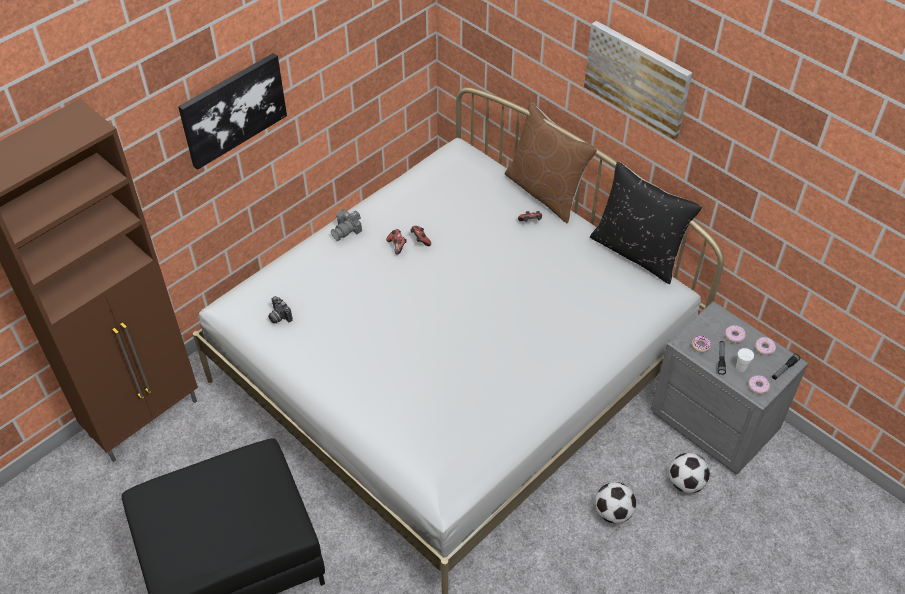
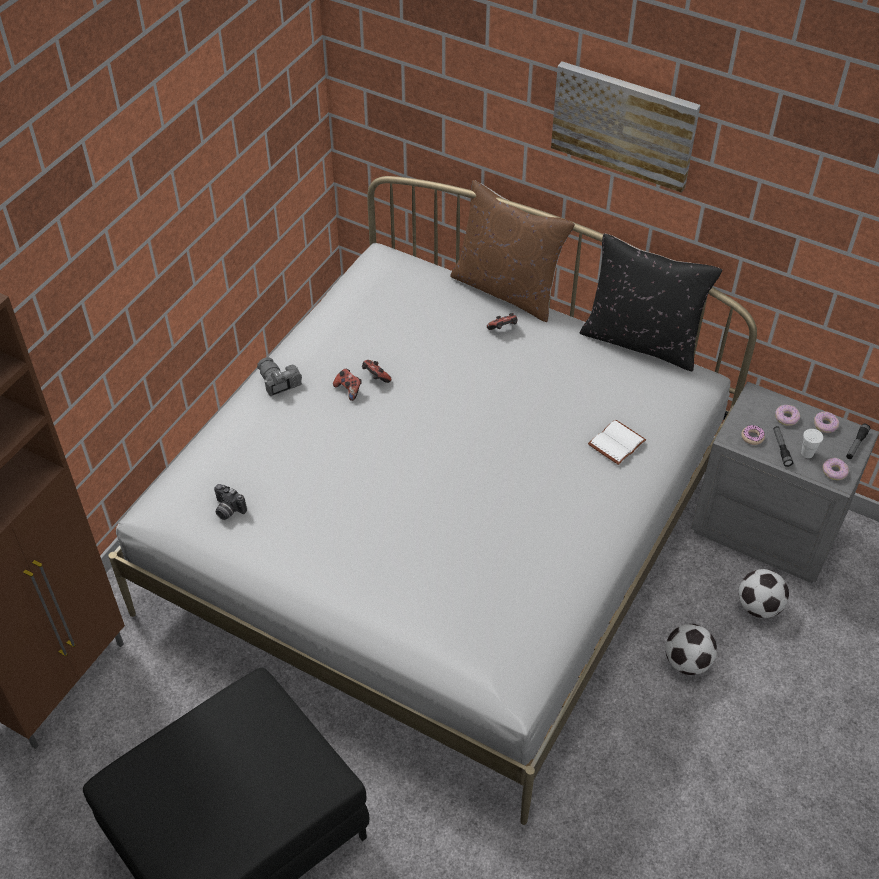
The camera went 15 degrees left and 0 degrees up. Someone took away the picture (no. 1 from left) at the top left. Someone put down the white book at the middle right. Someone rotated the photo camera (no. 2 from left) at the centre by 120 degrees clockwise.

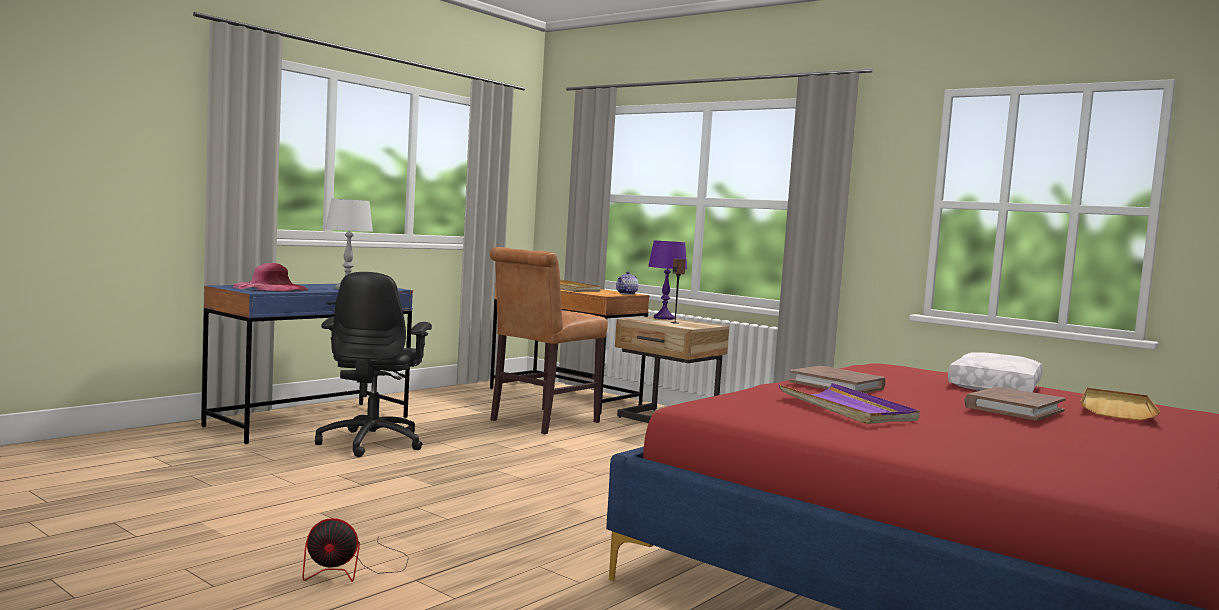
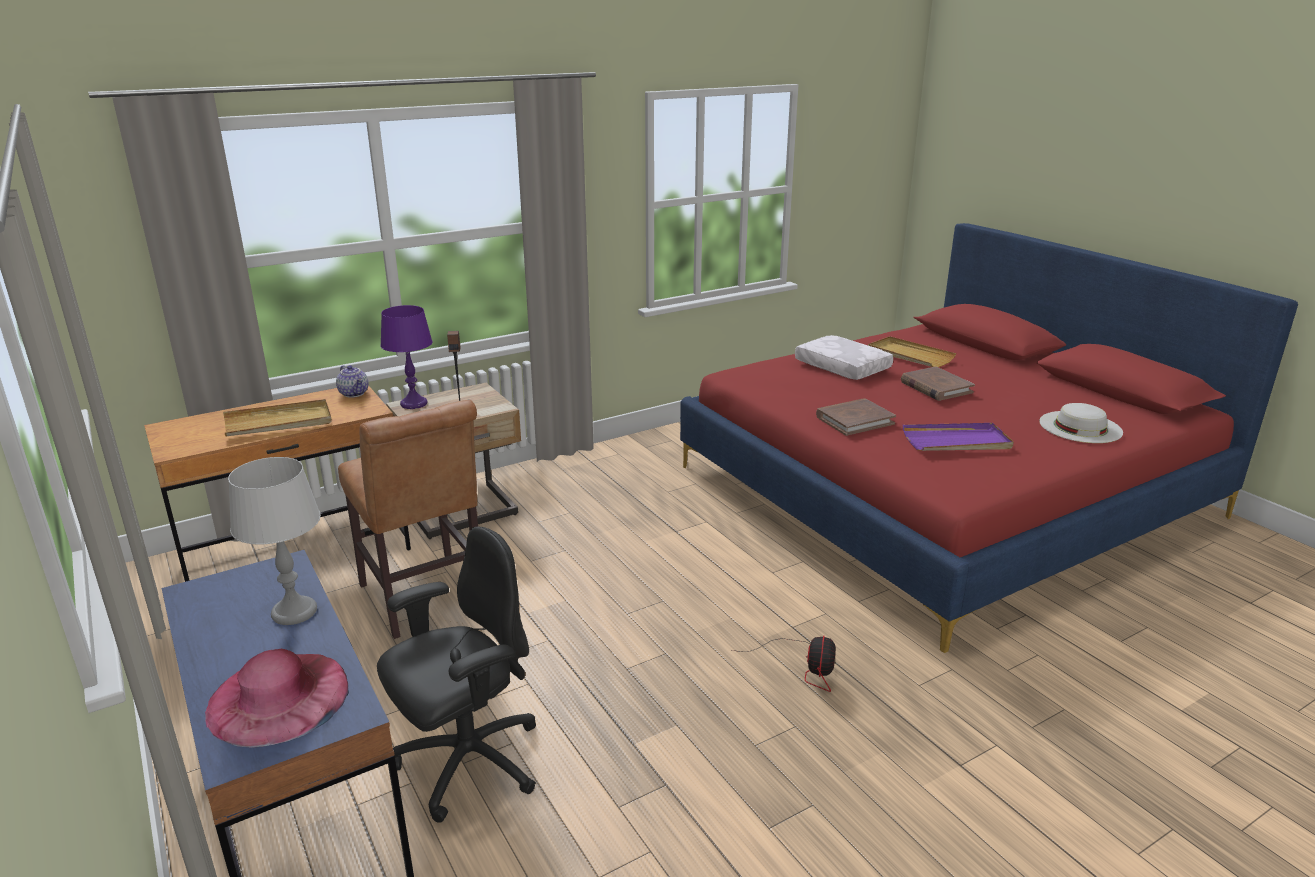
The camera went 70 degrees left and 20 degrees up. Someone put down the white hat at the middle right. Someone carried the fan from the bottom left to the bottom centre. Someone rotated the black office chair at the middle left by 60 degrees counterclockwise.

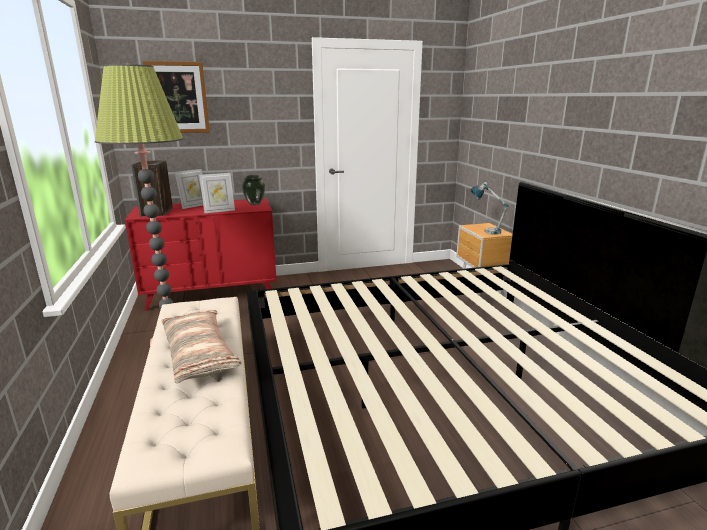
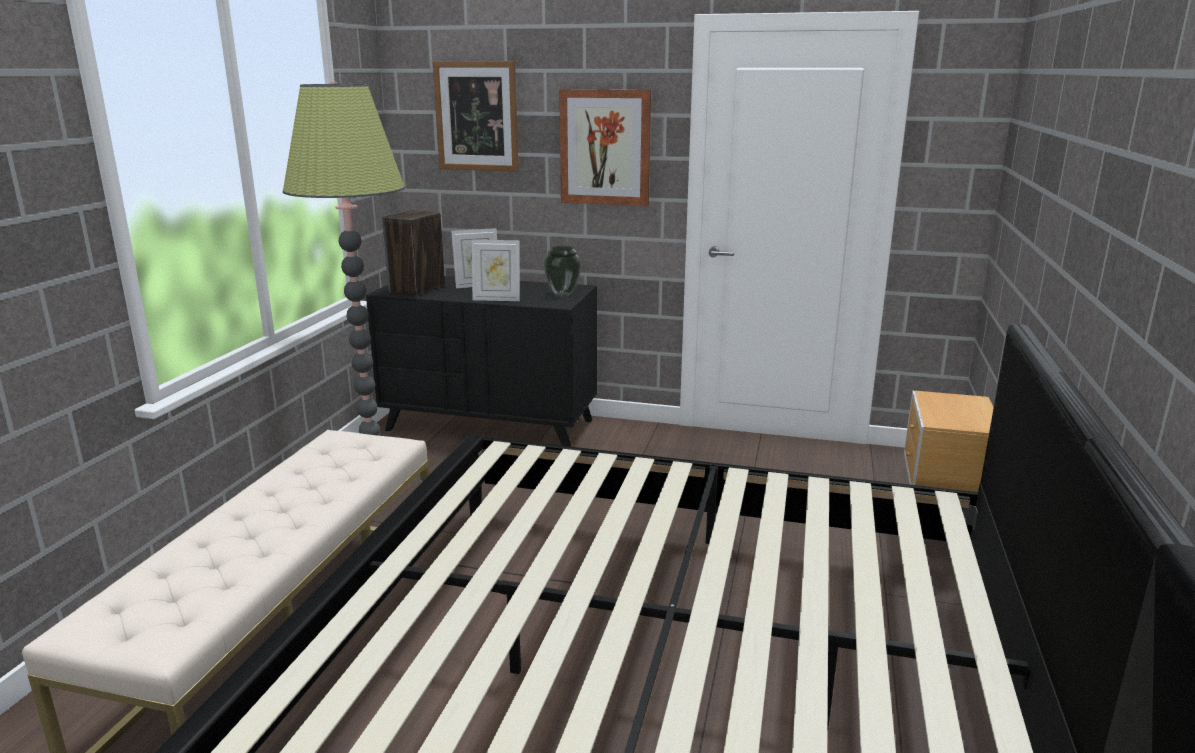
The camera went 30 degrees right and 0 degrees up. Someone took away the pillow at the middle left. Someone took away the table lamp at the middle right. Someone put up the picture (no. 2 from left) at the top centre. Someone repainted the red dresser at the middle left, which became the black dresser at the centre.

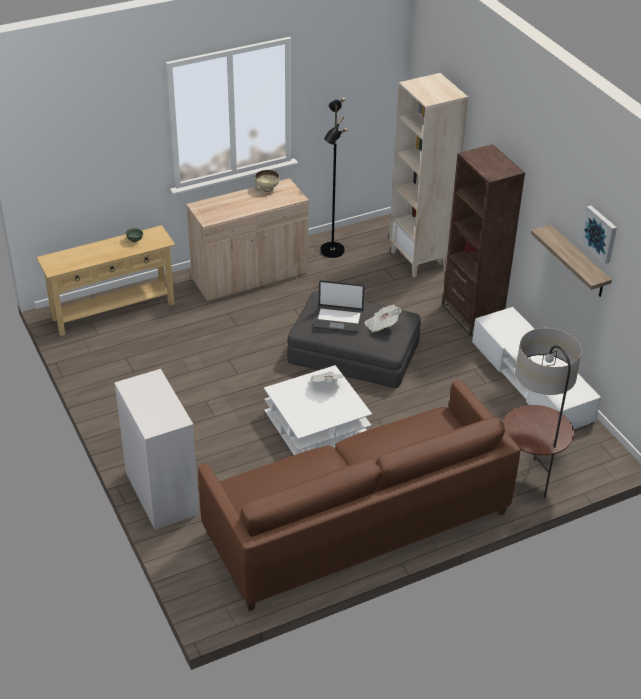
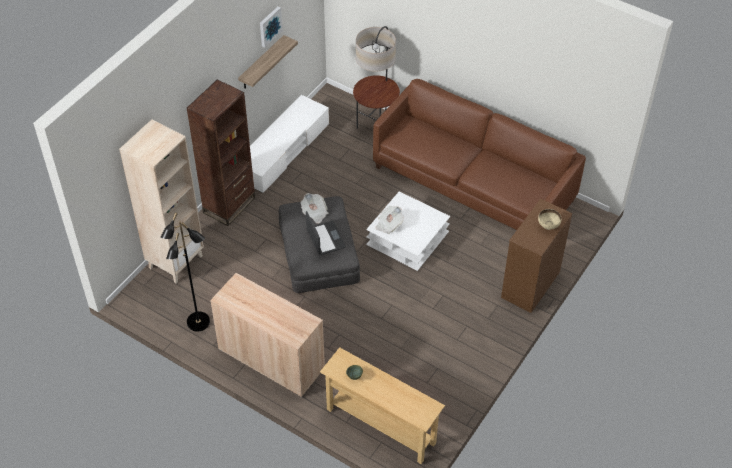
The camera went 120 degrees left and 10 degrees up. Someone carried the beige bowl from the top centre to the middle right. Someone repainted the white dresser at the middle left, which became the brown dresser at the middle right.

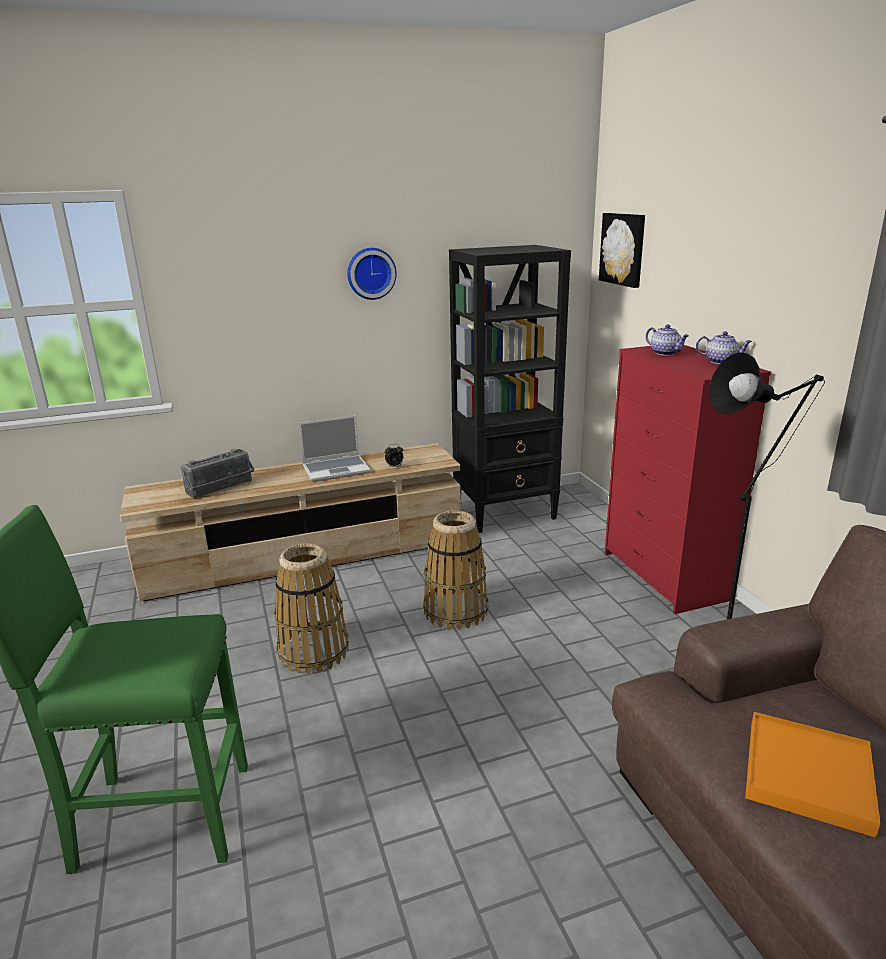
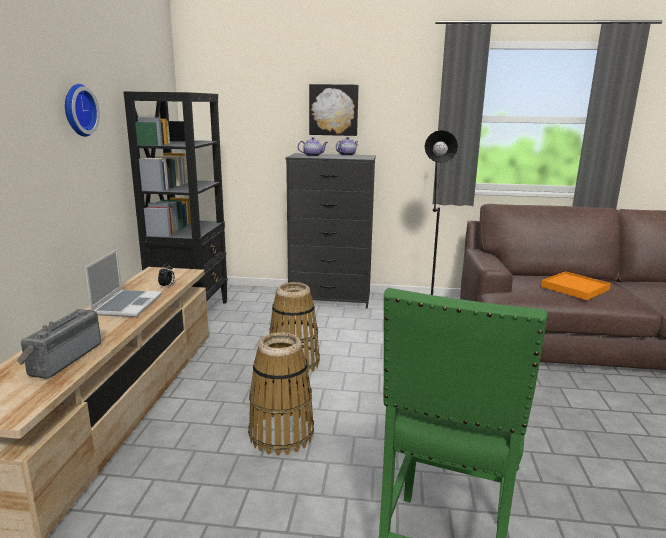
The camera went 65 degrees left and 5 degrees down. Someone carried the picture from the top right to the top centre. Someone repainted the red dresser at the middle right, which became the black dresser at the centre. Someone rotated the radio at the middle left by 150 degrees counterclockwise.

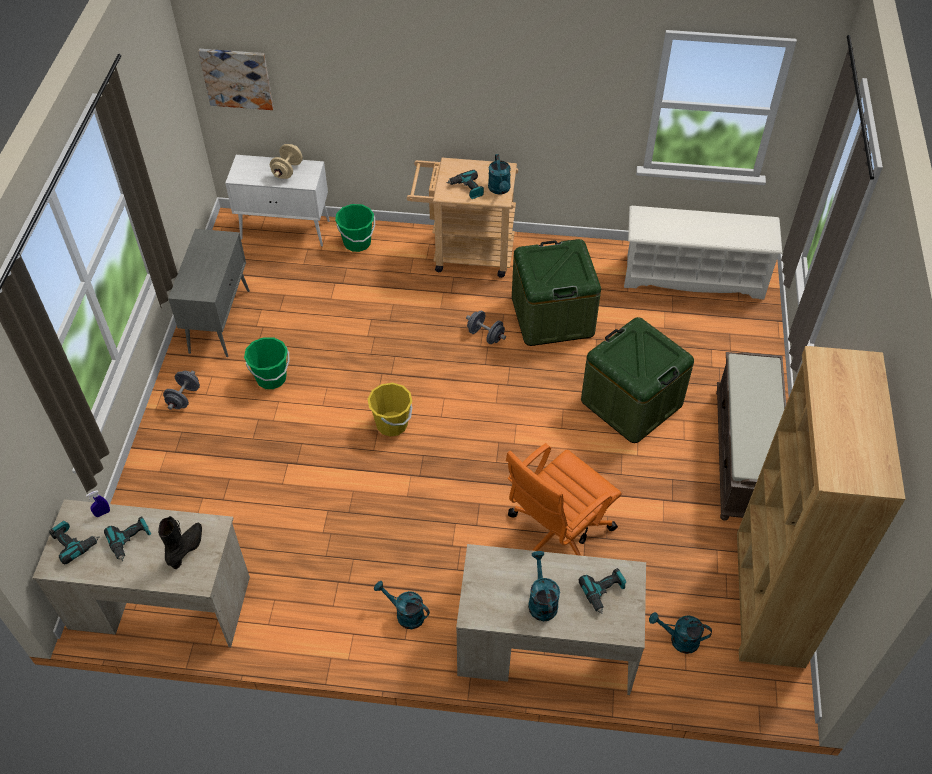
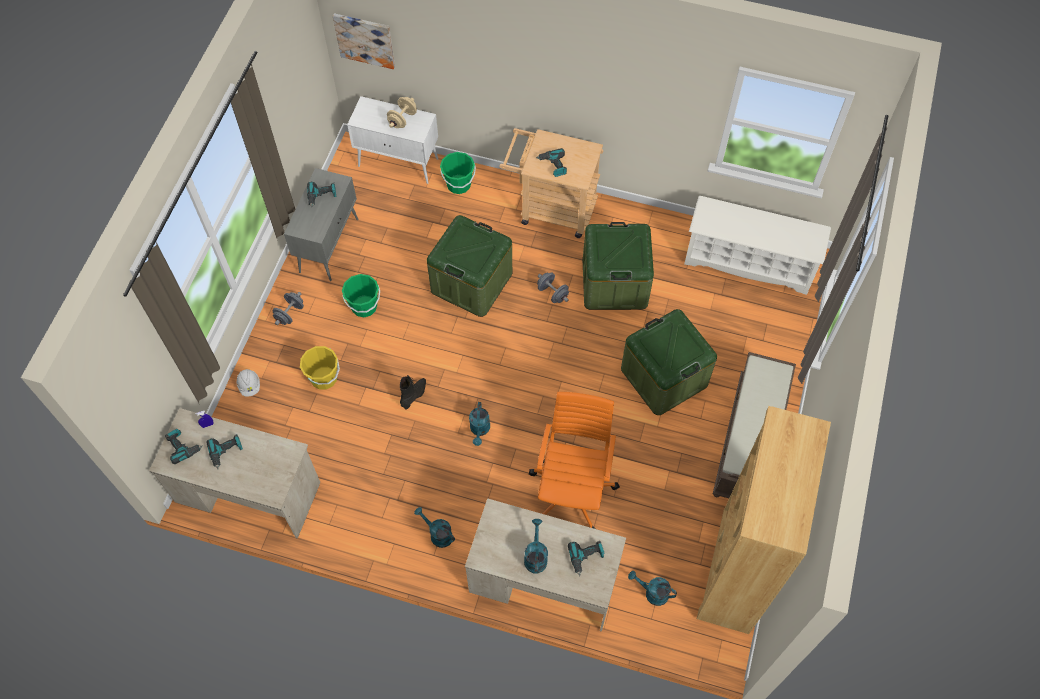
The camera went 10 degrees right and 10 degrees up. Someone put down the white hard hat at the middle left. Someone put down the power drill (no. 3 from left) at the top left. Someone put down the green storage box (no. 1 from left) at the centre. Someone carried the black boot from the bottom left to the centre. Someone carried the yellow bucket from the centre to the middle left. Someone carried the turquoise watering can (no. 2 from left) from the top centre to the centre. Someone rotated the orange office chair at the centre by 135 degrees clockwise.

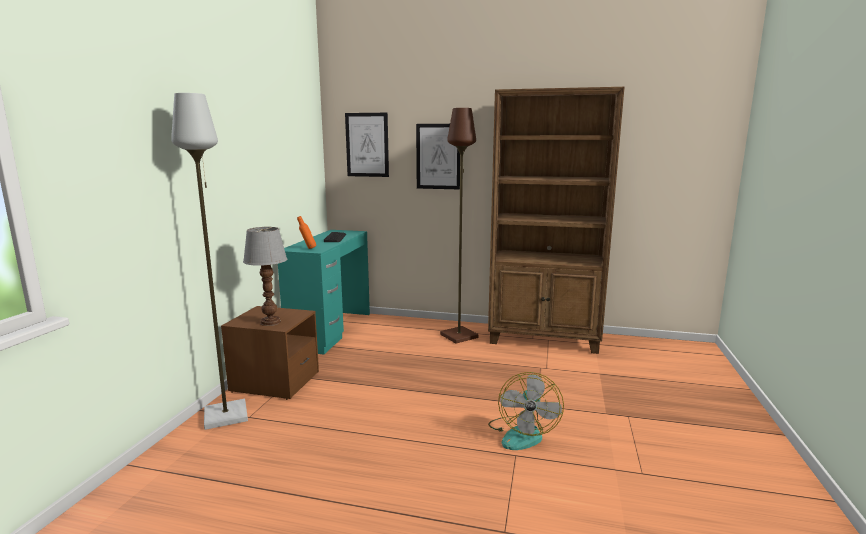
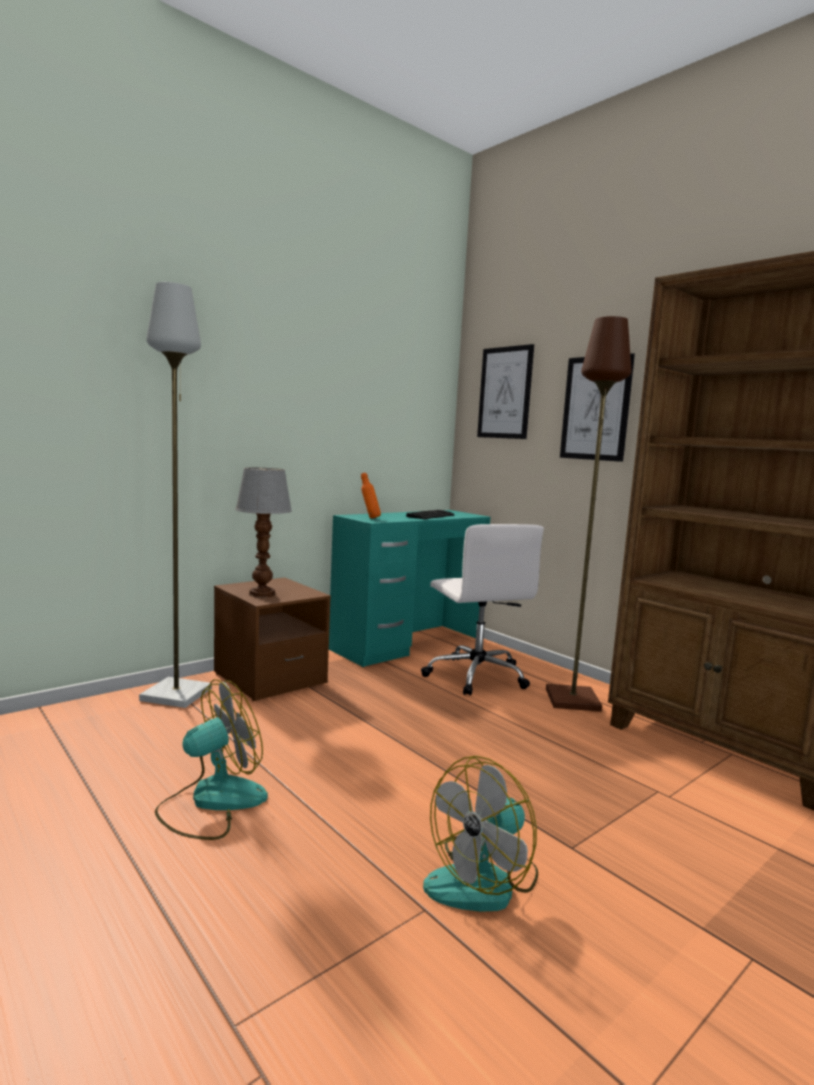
The camera went 35 degrees right and 5 degrees down. Someone put down the fan (no. 1 from left) at the bottom left. Someone put down the white office chair at the centre.

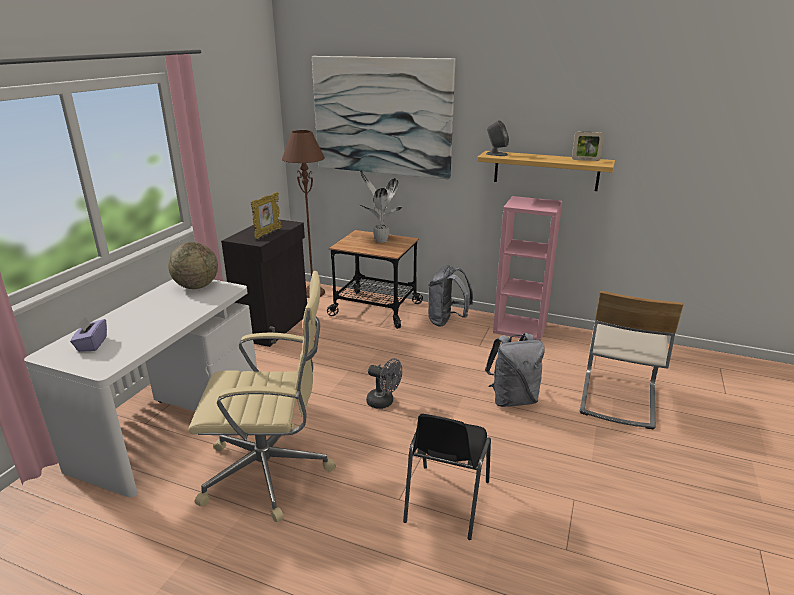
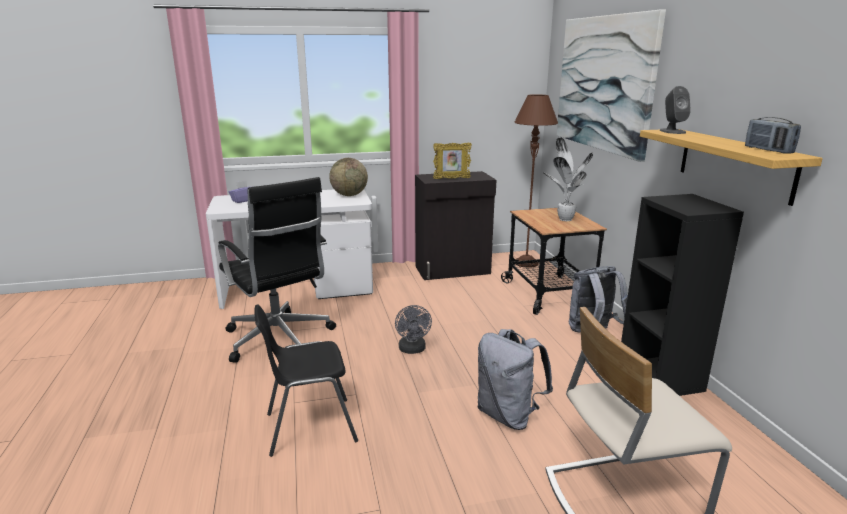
The camera went 55 degrees right and 5 degrees down. Someone swapped the picture frame (no. 2 from left) at the top right for the radio at the top right. Someone repainted the beige office chair at the middle left, which became the black office chair at the middle left. Someone repainted the pink bookcase at the centre, which became the black bookcase at the middle right.

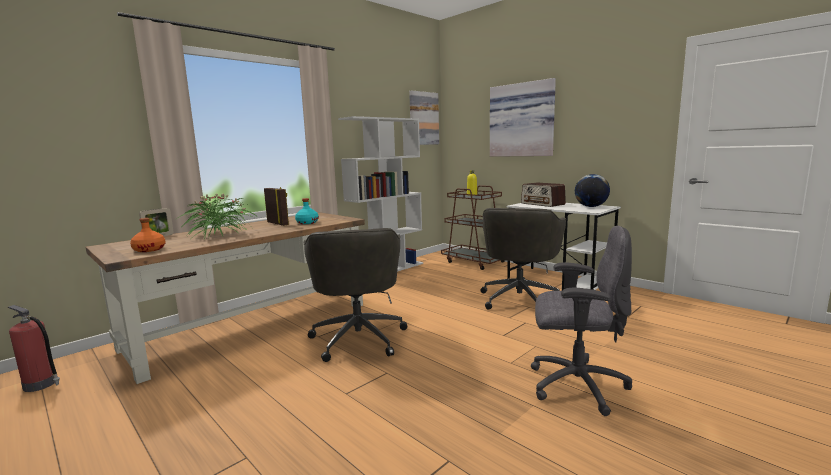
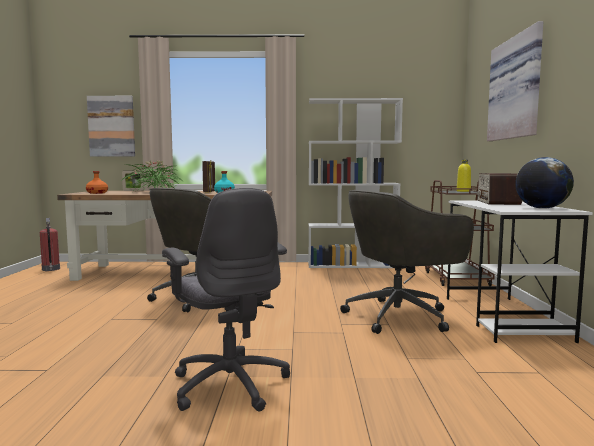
The camera went 45 degrees right and 5 degrees down. Someone carried the picture (no. 1 from left) from the top centre to the top left.

